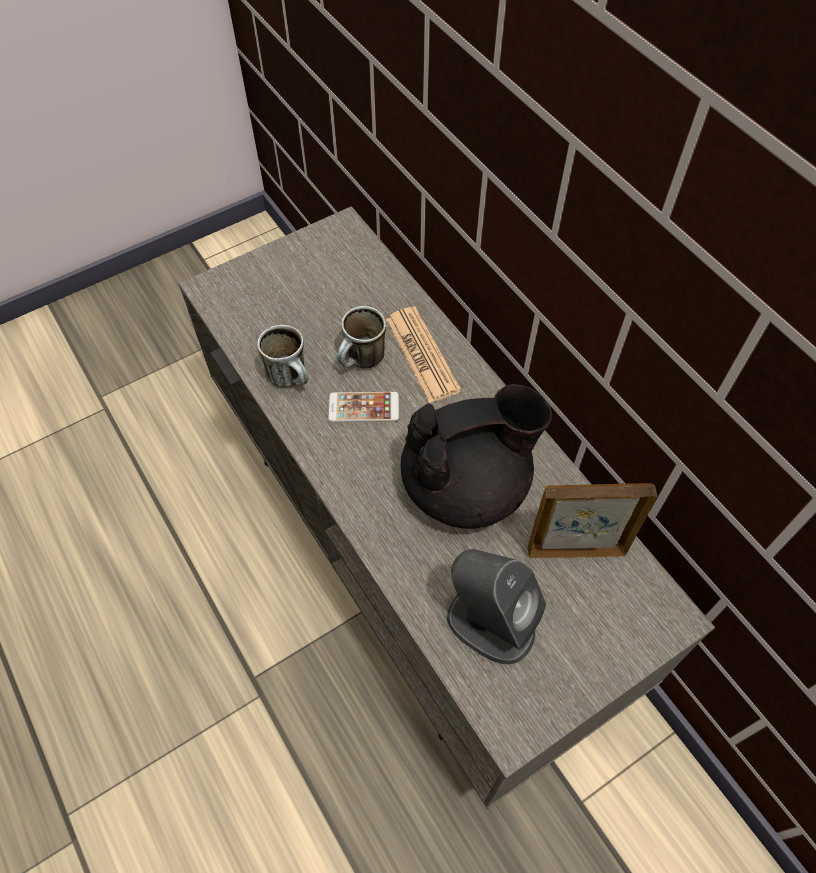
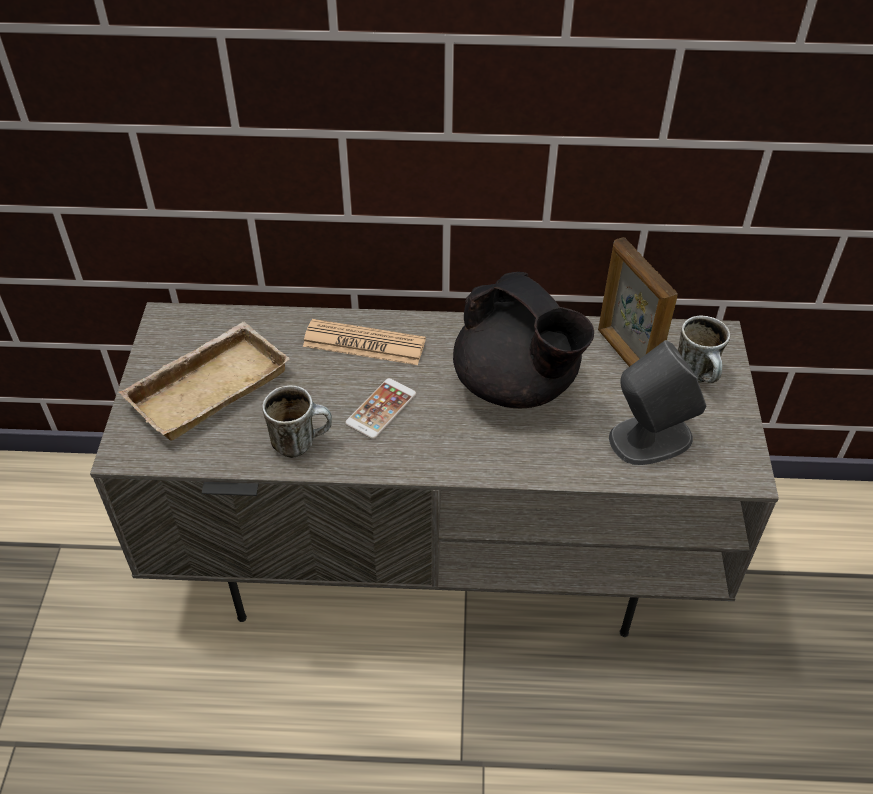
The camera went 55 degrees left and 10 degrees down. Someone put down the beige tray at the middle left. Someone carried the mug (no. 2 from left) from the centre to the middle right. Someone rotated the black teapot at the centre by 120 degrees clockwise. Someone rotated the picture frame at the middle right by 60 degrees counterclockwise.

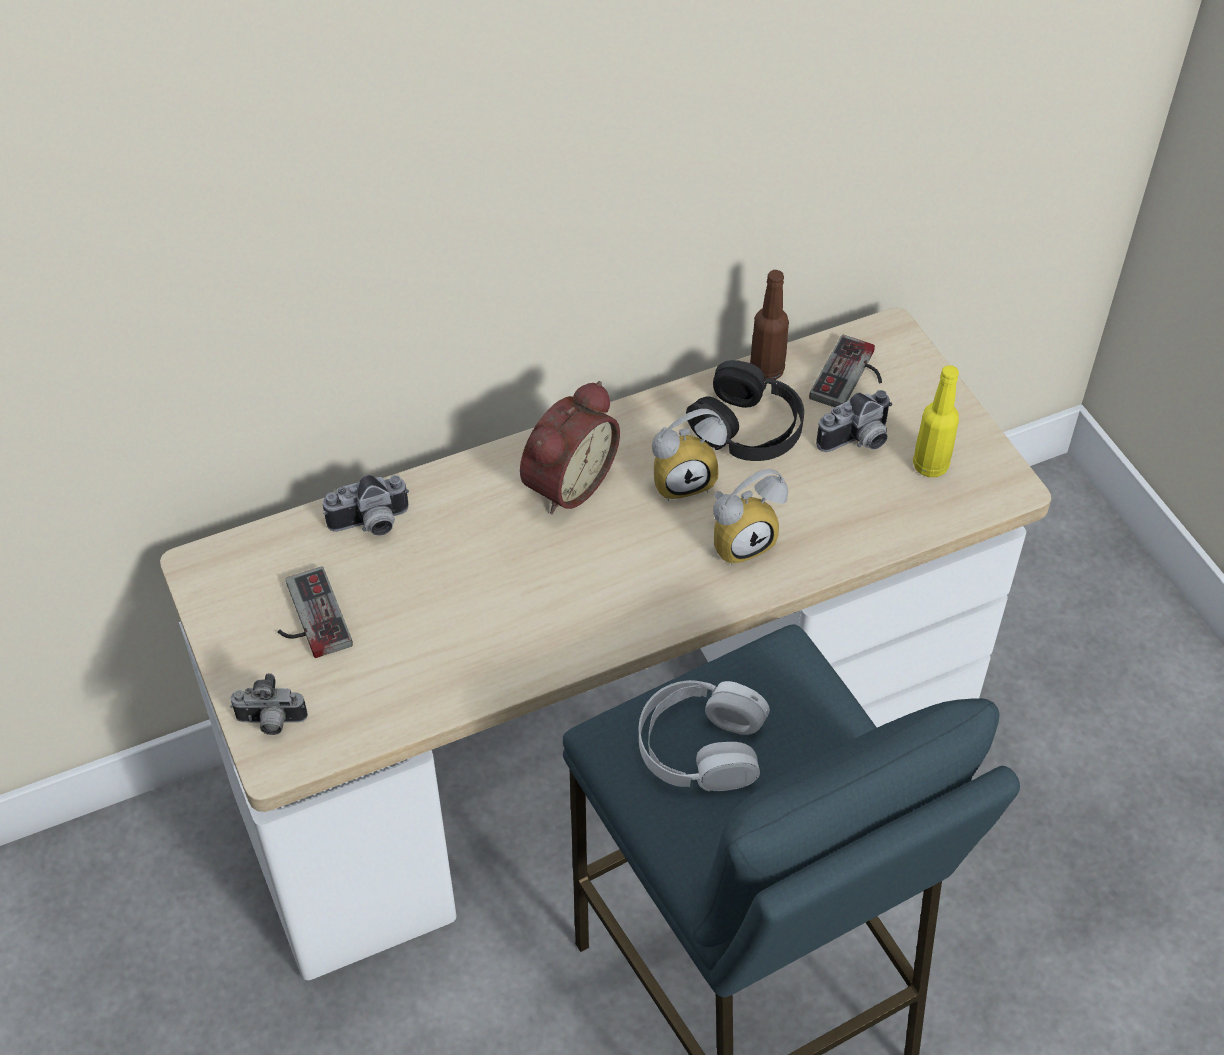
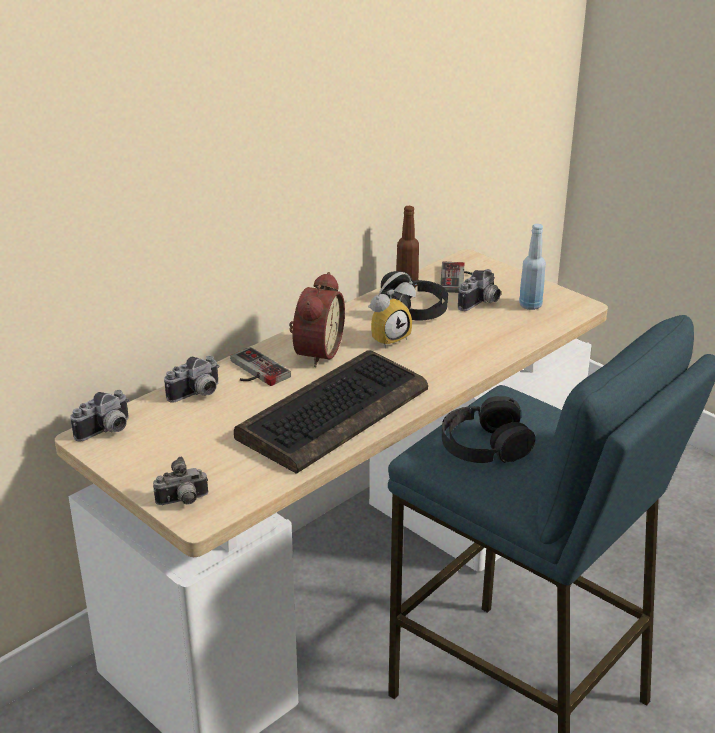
The camera went 20 degrees left and 20 degrees down. Someone took away the alarm clock (no. 3 from left) at the centre. Someone put down the photo camera (no. 1 from left) at the middle left. Someone put down the keyboard at the centre. Someone carried the game controller (no. 1 from left) from the middle left to the centre. Someone repainted the white headphones at the bottom centre, which became the black headphones (no. 2 from left) at the middle right. Someone repainted the yellow bottle at the middle right, which became the blue bottle at the middle right.

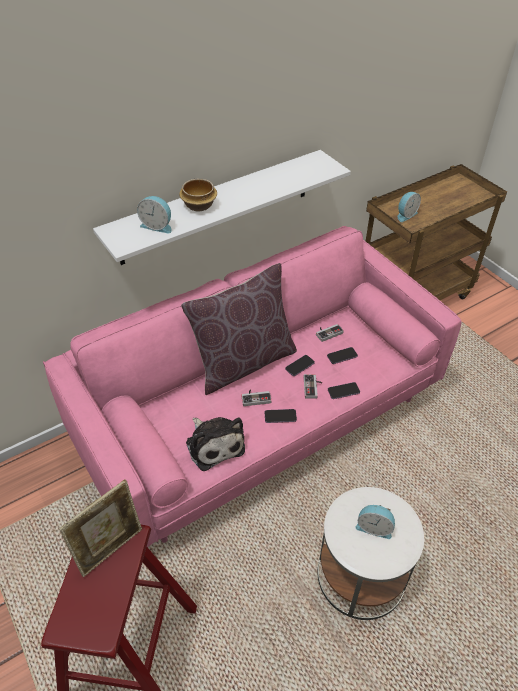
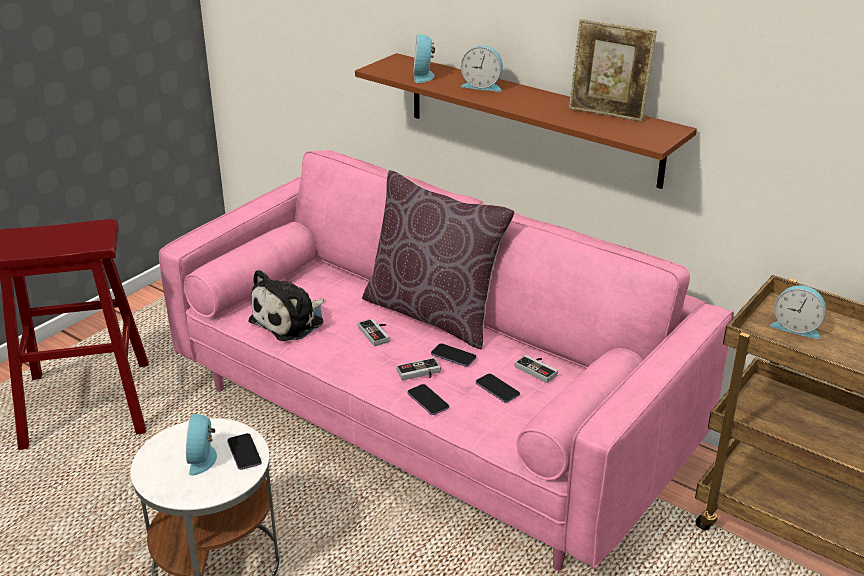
The camera went 70 degrees right and 15 degrees down. Someone carried the picture frame from the bottom left to the top right. Someone carried the phone (no. 1 from left) from the centre to the bottom left. Someone swapped the bowl at the top centre for the alarm clock (no. 3 from left) at the top centre. Someone repainted the white shelf at the top centre, which became the brown shelf at the top centre.

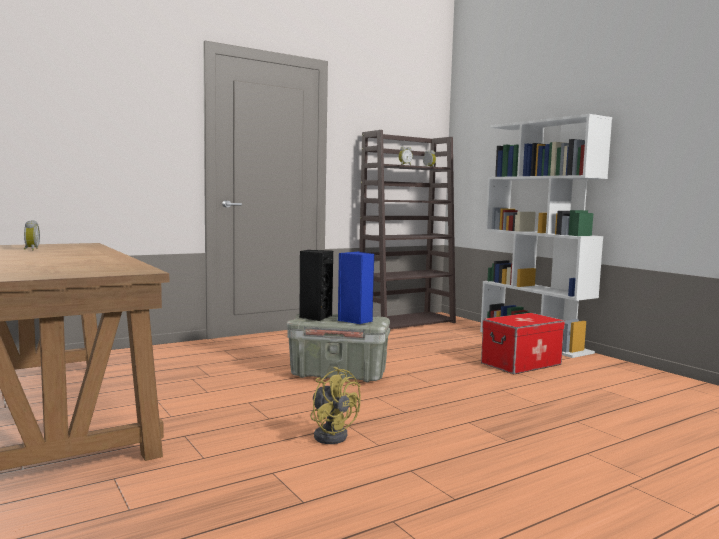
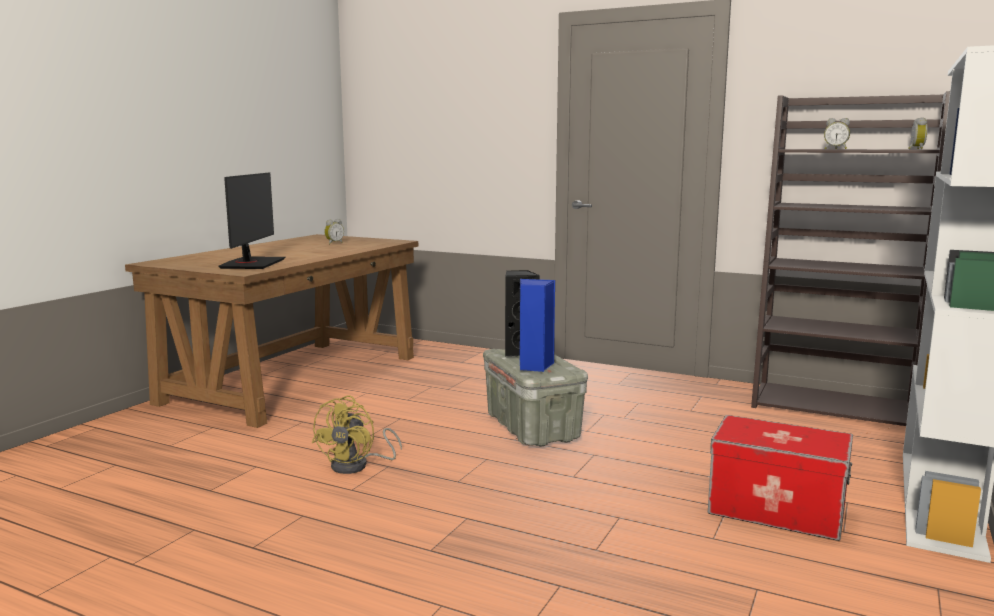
The camera went 60 degrees right and 5 degrees up. Someone put down the monitor at the middle left.

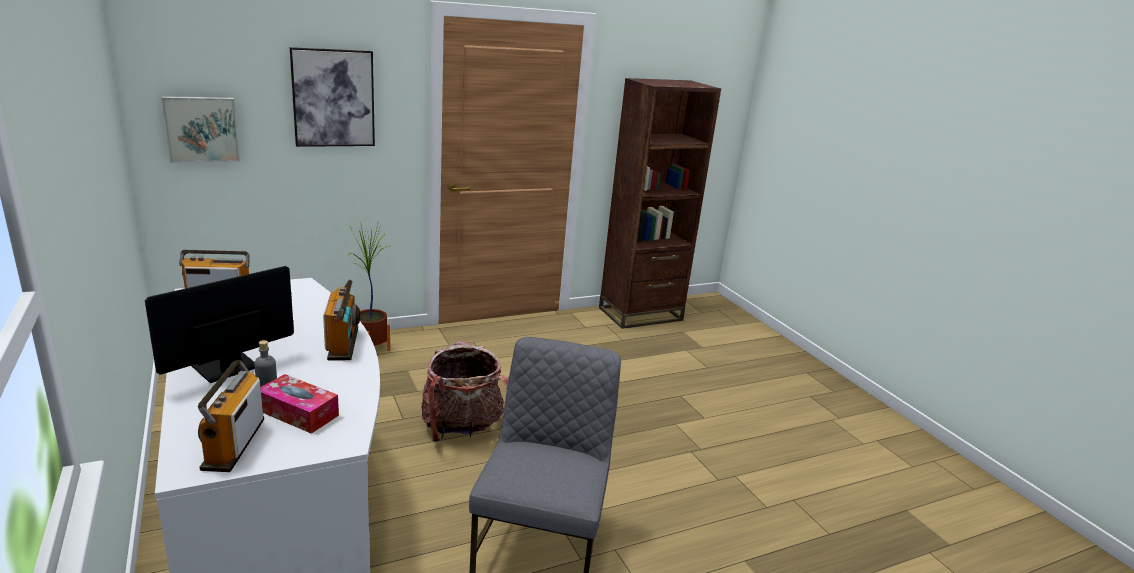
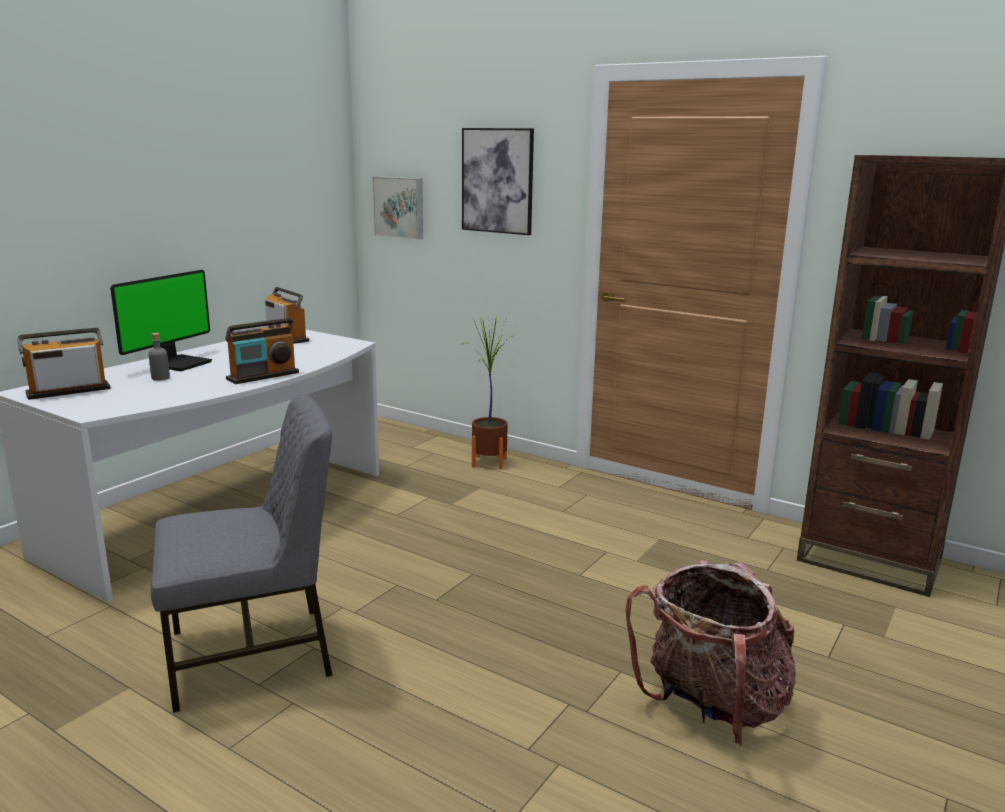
The camera went 60 degrees right and 5 degrees down. Someone took away the tissue box at the bottom left. Someone carried the backpack from the bottom centre to the bottom right. Someone rotated the monitor at the middle left by 105 degrees clockwise.

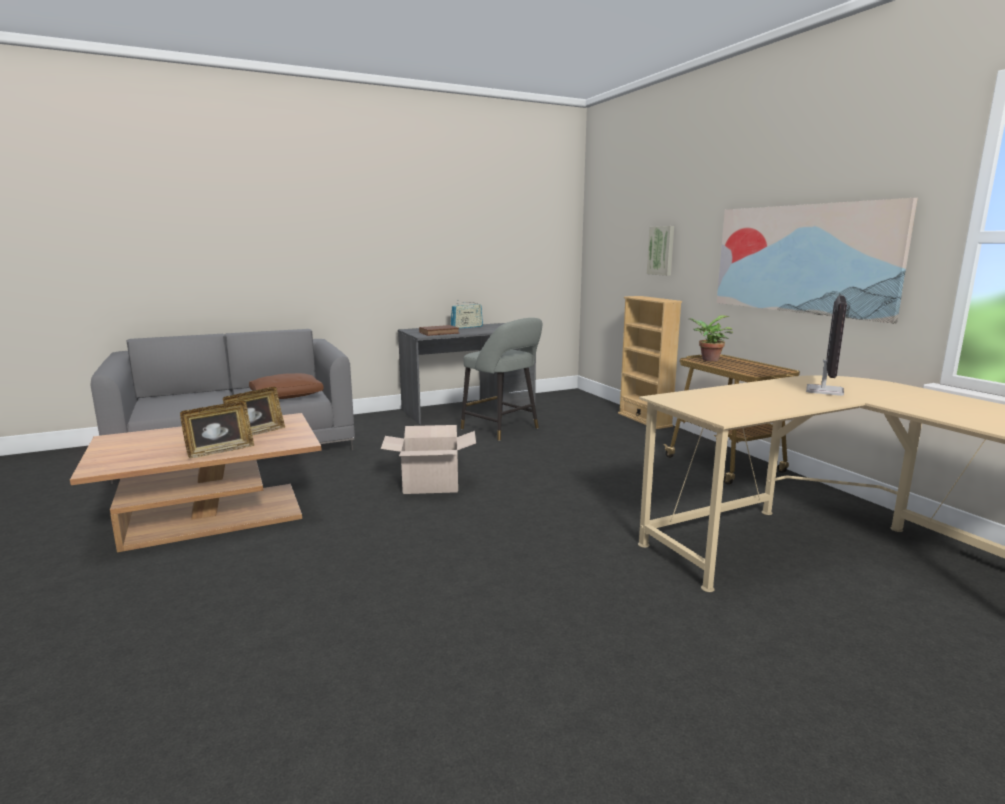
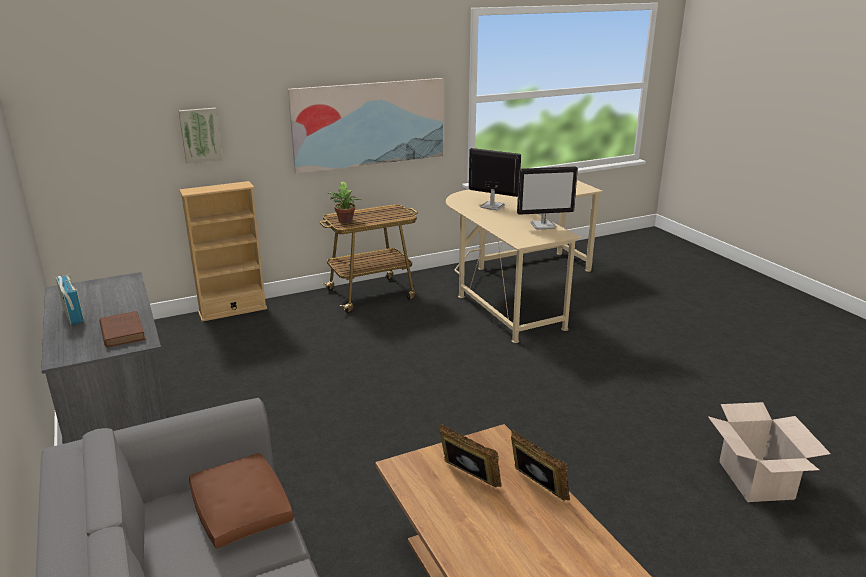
The camera went 90 degrees left and 10 degrees up. Someone took away the grey stool at the centre. Someone put down the monitor (no. 2 from left) at the centre. Someone carried the cardboard box from the centre to the bottom right.

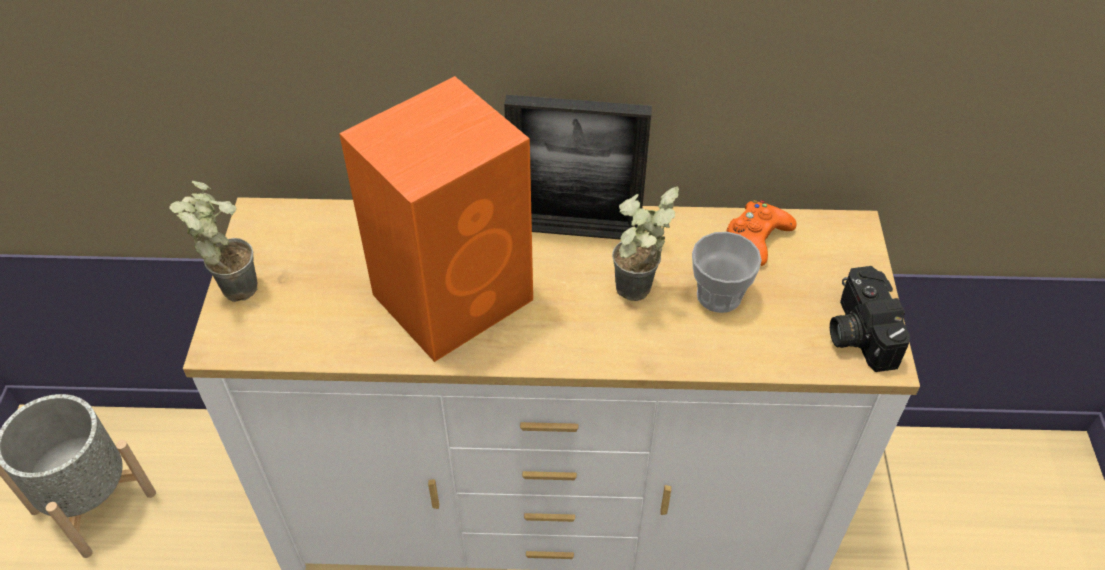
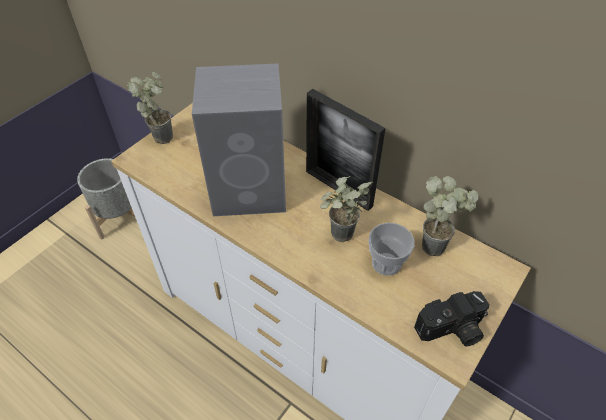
The camera went 35 degrees right and 0 degrees up. Someone swapped the orange game controller at the middle right for the potted plant (no. 3 from left) at the middle right. Someone repainted the orange speaker at the centre, which became the grey speaker at the top centre. Someone rotated the photo camera at the middle right by 135 degrees counterclockwise.

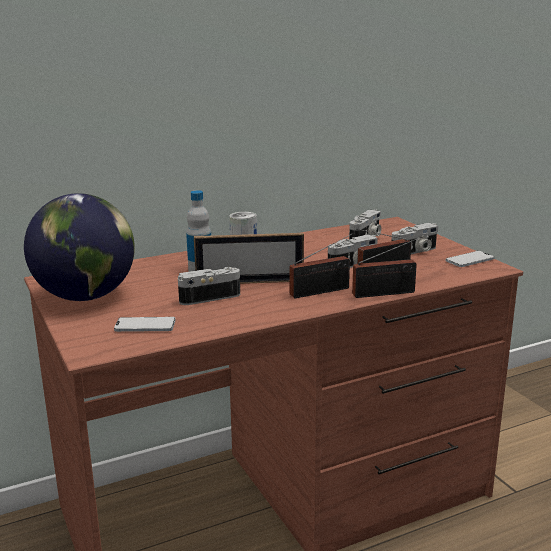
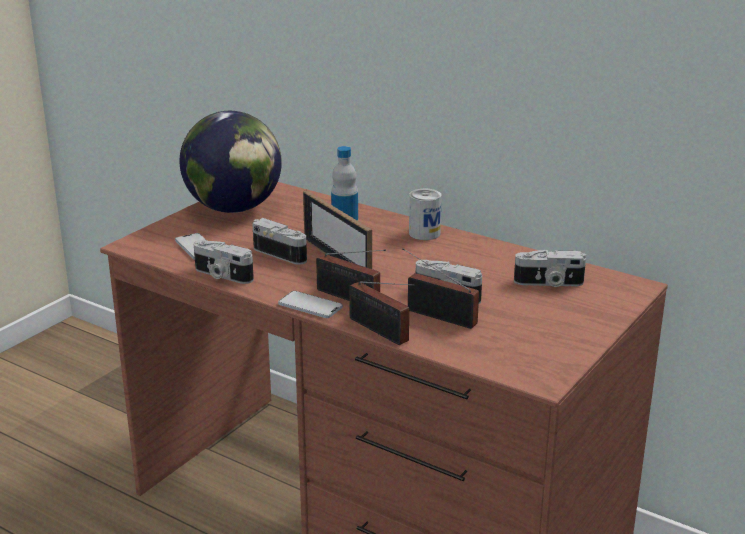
The camera went 60 degrees right and 5 degrees up. Someone carried the photo camera (no. 4 from left in the first image) from the middle right to the middle left. Someone carried the phone (no. 2 from left) from the middle right to the centre.

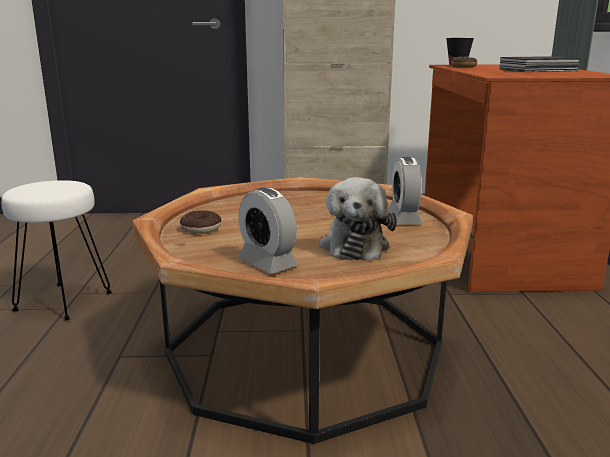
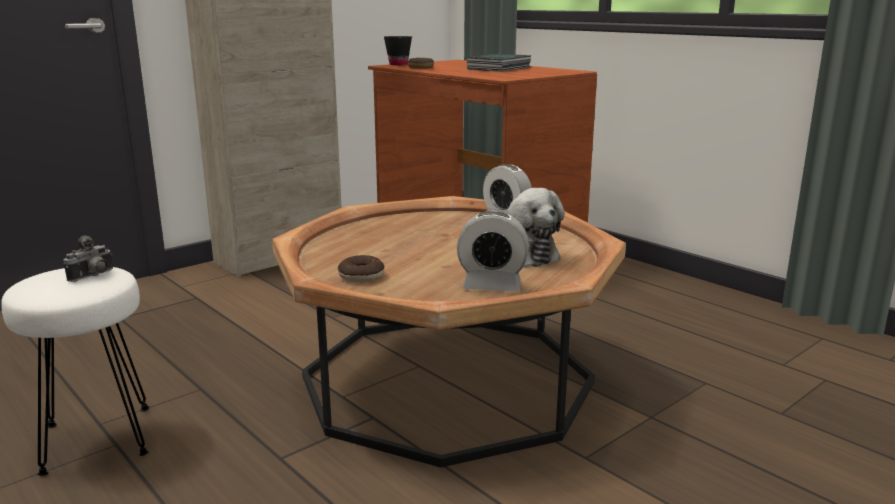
The camera went 40 degrees left and 0 degrees up. Someone put down the photo camera at the middle left.

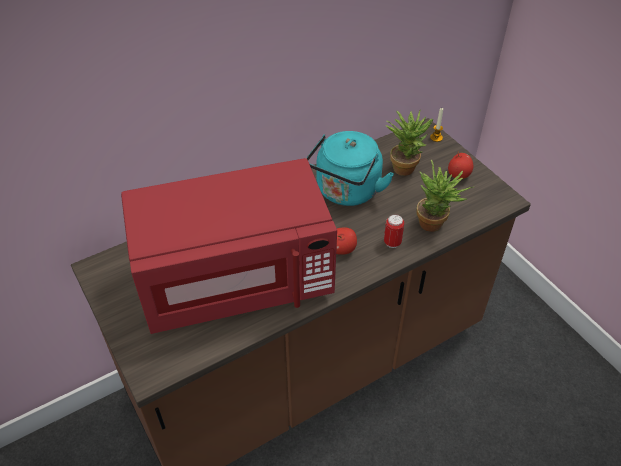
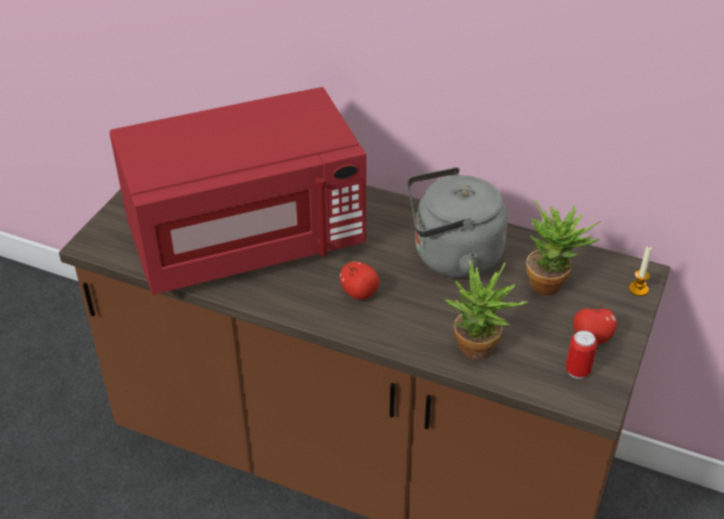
The camera went 55 degrees right and 5 degrees down. Someone carried the can from the centre to the bottom right. Someone repainted the turquoise kettle at the centre, which became the grey kettle at the centre. Someone rotated the red microwave at the centre by 60 degrees counterclockwise.

